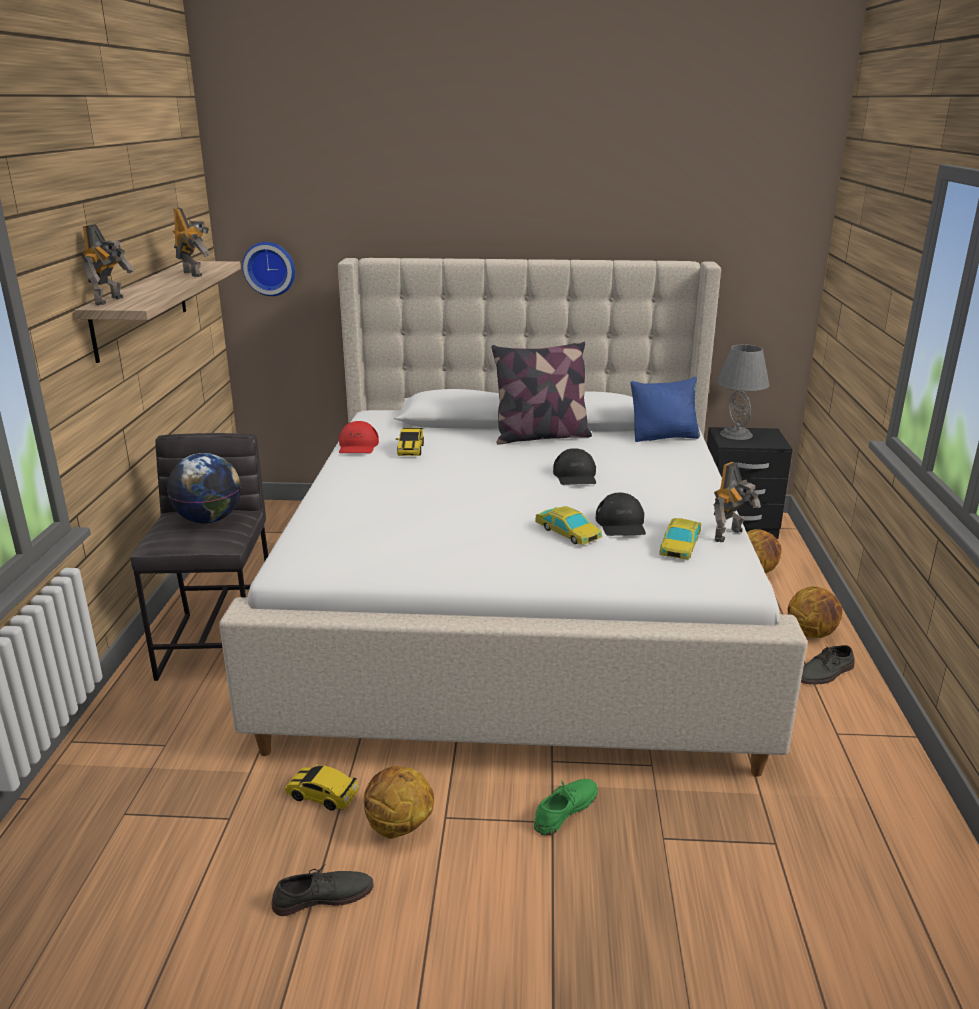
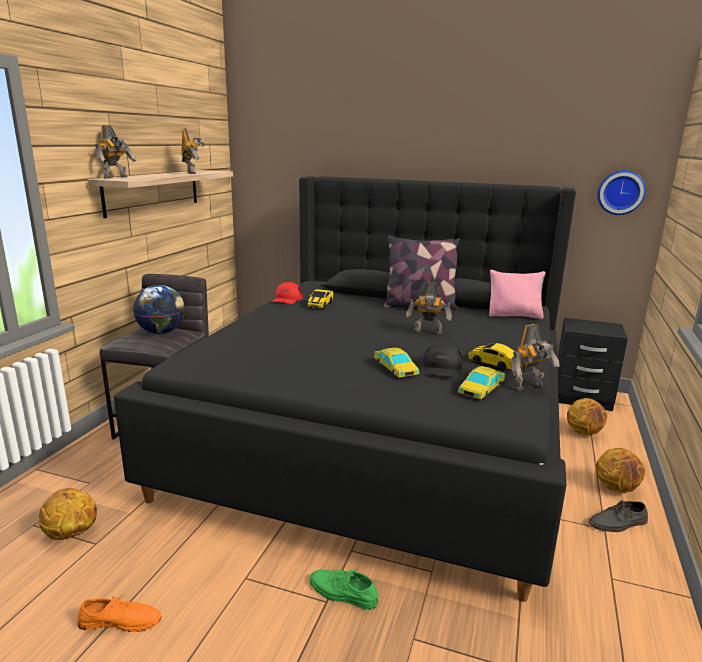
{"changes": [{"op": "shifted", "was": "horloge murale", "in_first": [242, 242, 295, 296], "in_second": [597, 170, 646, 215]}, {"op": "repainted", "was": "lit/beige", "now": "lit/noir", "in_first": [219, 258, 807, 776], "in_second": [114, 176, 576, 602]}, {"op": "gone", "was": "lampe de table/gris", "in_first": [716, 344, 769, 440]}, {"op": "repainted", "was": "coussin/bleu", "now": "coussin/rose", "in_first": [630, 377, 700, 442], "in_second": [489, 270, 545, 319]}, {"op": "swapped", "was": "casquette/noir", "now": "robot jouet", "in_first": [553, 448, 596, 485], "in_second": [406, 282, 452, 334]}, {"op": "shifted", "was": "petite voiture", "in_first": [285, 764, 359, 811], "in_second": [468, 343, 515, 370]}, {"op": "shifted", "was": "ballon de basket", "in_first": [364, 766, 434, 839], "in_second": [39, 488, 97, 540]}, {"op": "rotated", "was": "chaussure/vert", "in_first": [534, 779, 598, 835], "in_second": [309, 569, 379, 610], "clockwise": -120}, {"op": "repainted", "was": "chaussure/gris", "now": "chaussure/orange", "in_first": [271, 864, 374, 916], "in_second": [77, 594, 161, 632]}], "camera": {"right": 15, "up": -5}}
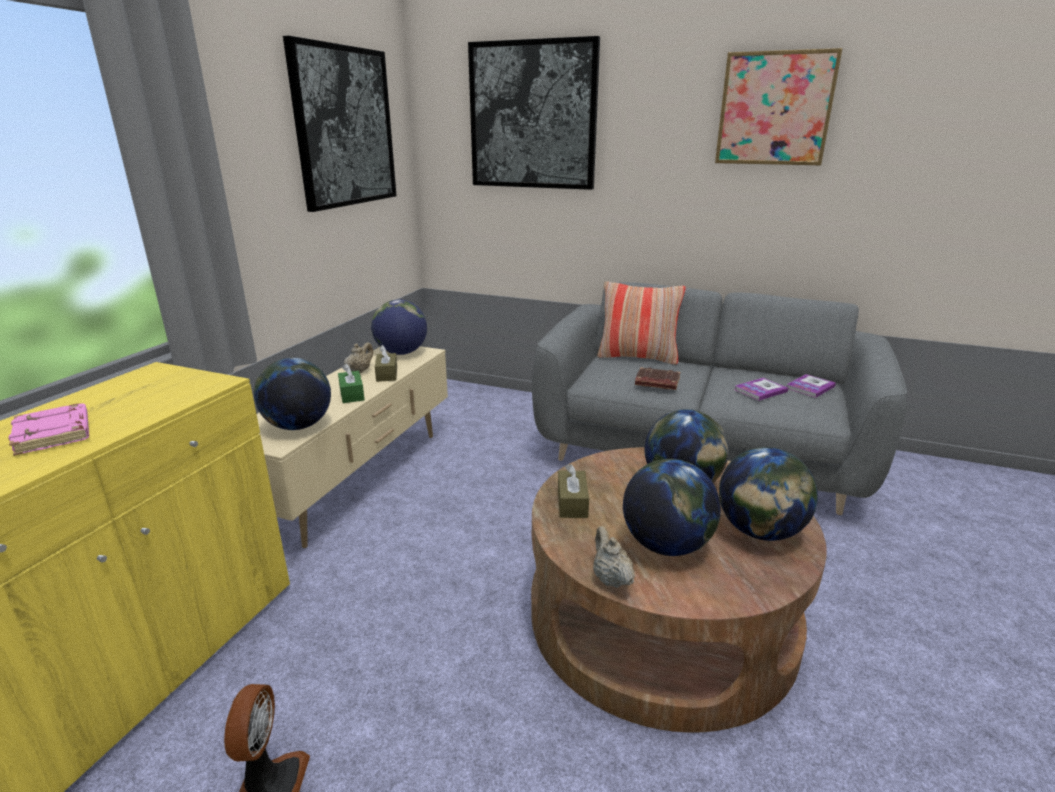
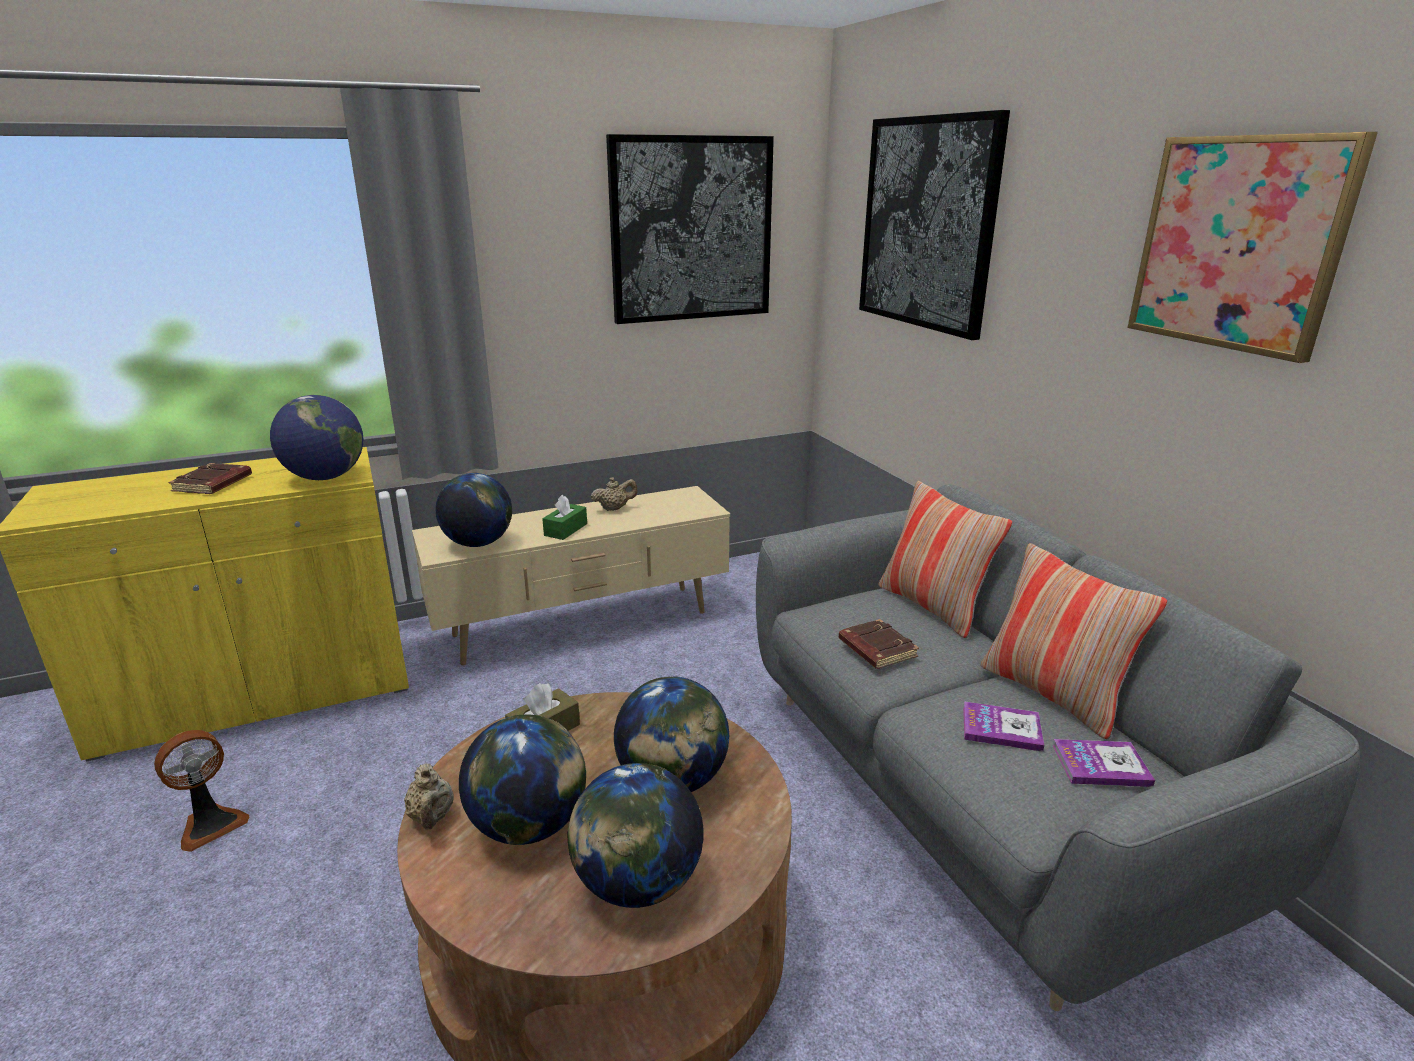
{"changes": [{"op": "shifted", "was": "globe", "in_first": [371, 299, 427, 355], "in_second": [270, 395, 364, 480]}, {"op": "gone", "was": "boîte à mouchoirs/marron", "in_first": [375, 345, 397, 382]}, {"op": "repainted", "was": "livre/rose", "now": "livre/marron", "in_first": [8, 403, 89, 456], "in_second": [168, 463, 252, 494]}, {"op": "rotated", "was": "théière/beige", "in_first": [593, 526, 635, 588], "in_second": [404, 763, 454, 830], "clockwise": 135}, {"op": "new", "now": "coussin", "in_second": [981, 543, 1167, 740]}], "camera": {"right": 45, "up": 0}}
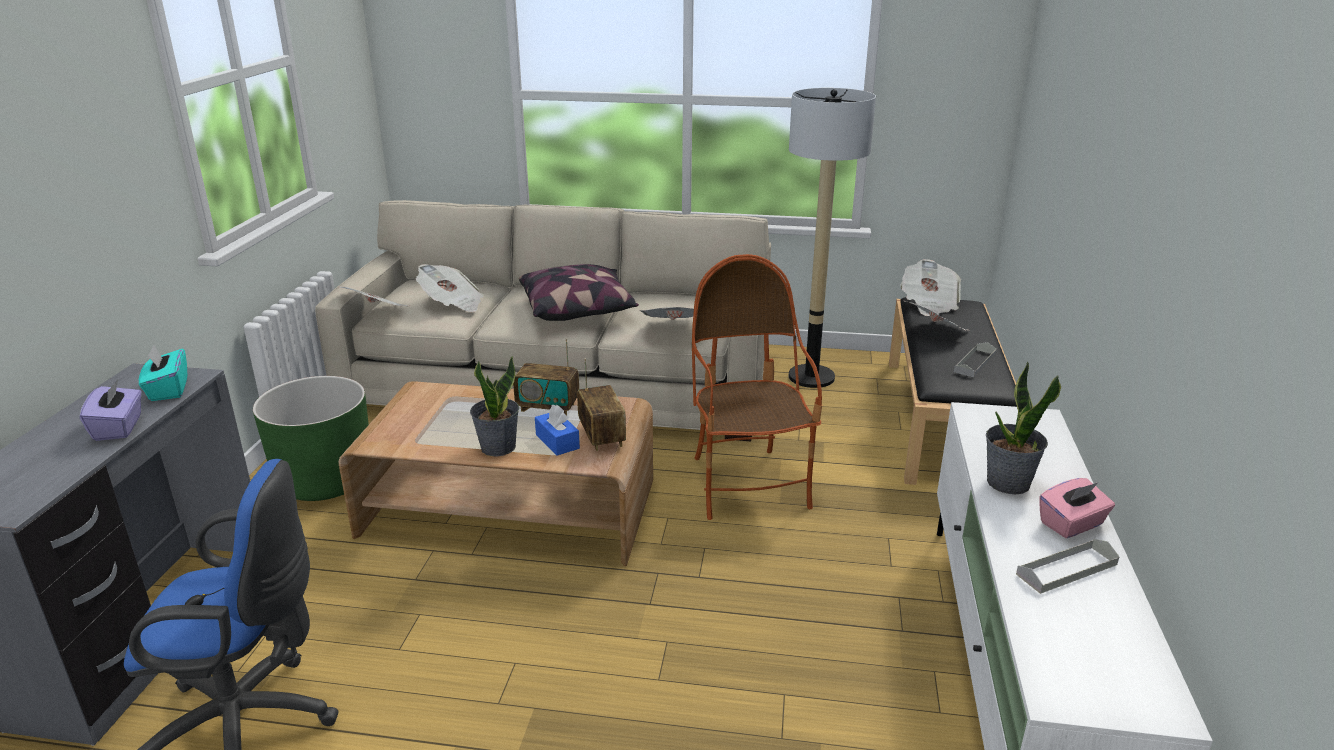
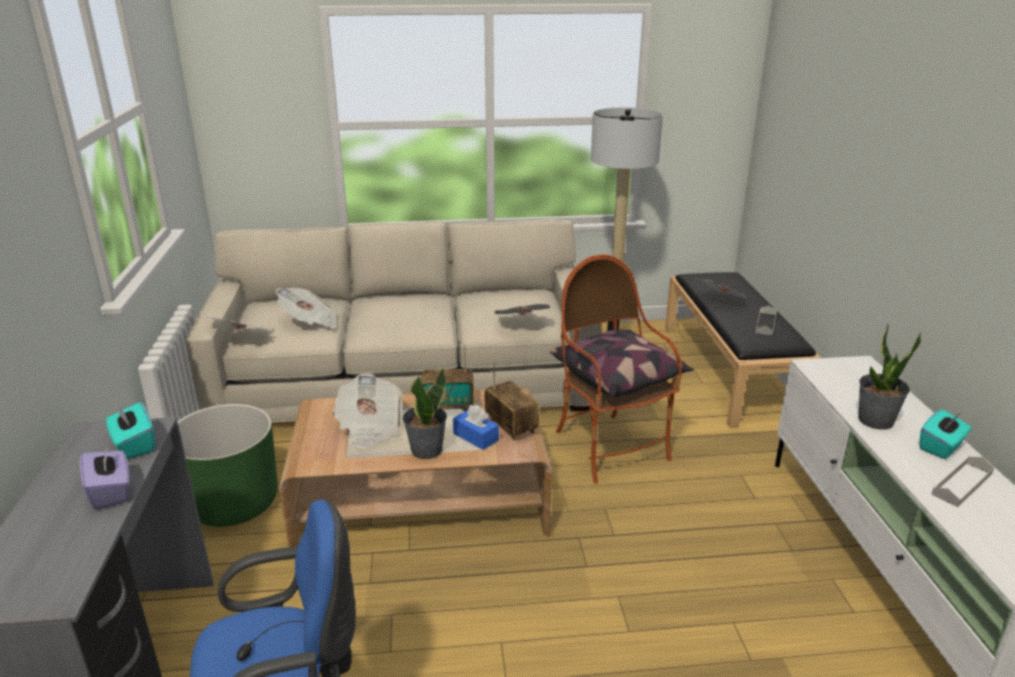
{"changes": [{"op": "shifted", "was": "journal", "in_first": [900, 259, 961, 316], "in_second": [332, 373, 403, 449]}, {"op": "shifted", "was": "coussin", "in_first": [519, 264, 639, 321], "in_second": [550, 329, 694, 397]}, {"op": "repainted", "was": "boîte à mouchoirs/rose", "now": "boîte à mouchoirs/turquoise", "in_first": [1039, 478, 1115, 538], "in_second": [920, 410, 972, 459]}], "camera": {"right": -15, "up": 0}}
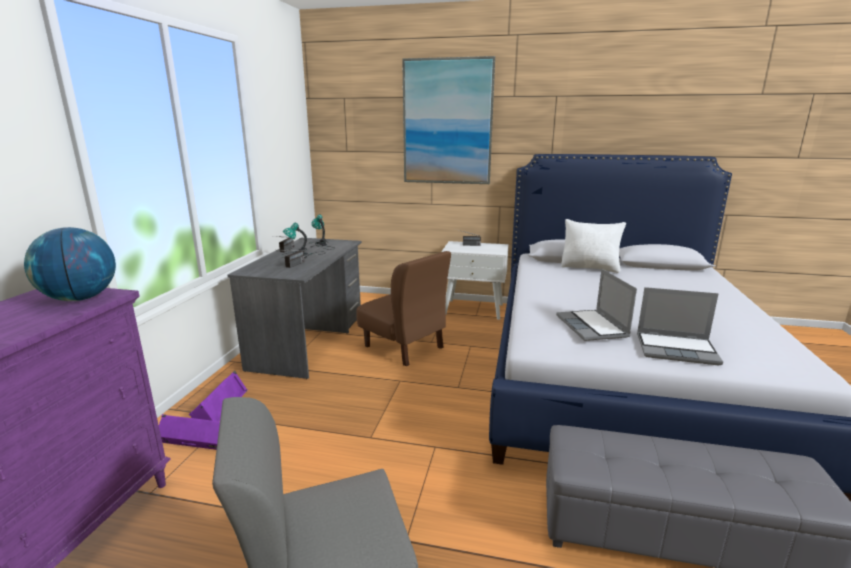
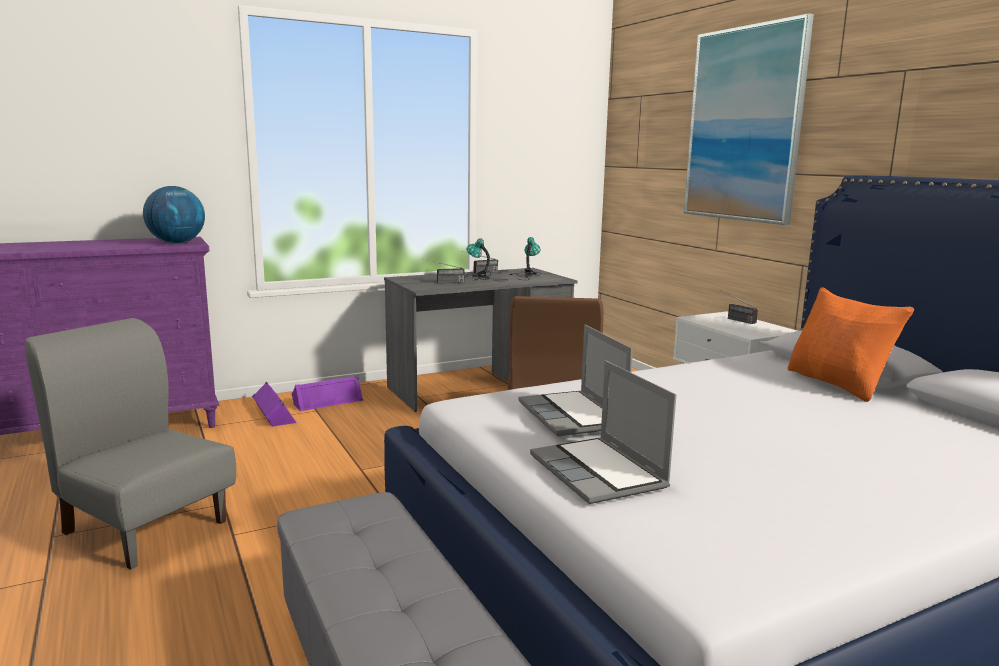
{"changes": [{"op": "repainted", "was": "coussin/blanc", "now": "coussin/orange", "in_first": [561, 219, 626, 273], "in_second": [787, 287, 914, 402]}, {"op": "rotated", "was": "ordinateur portable", "in_first": [556, 269, 637, 341], "in_second": [519, 325, 633, 437], "clockwise": -60}], "camera": {"right": 50, "up": -5}}
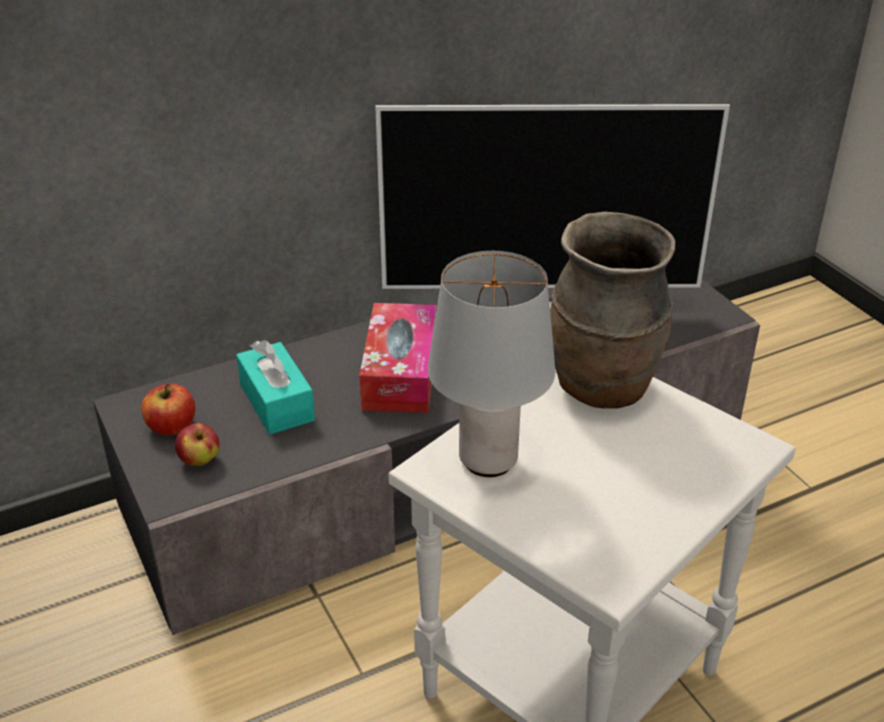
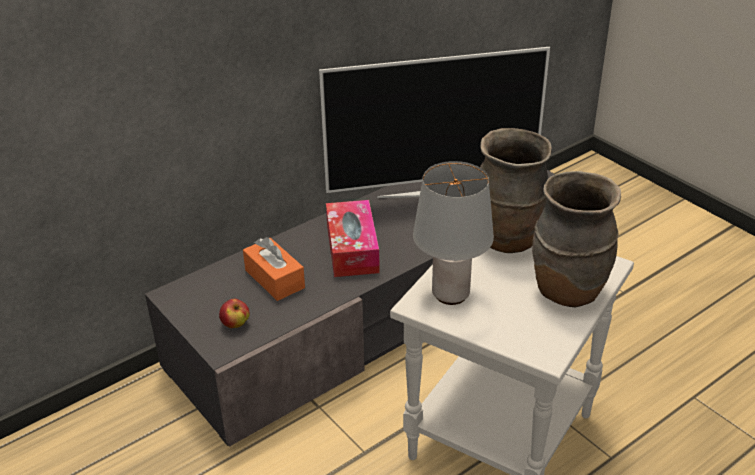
{"changes": [{"op": "repainted", "was": "boîte à mouchoirs/turquoise", "now": "boîte à mouchoirs/orange", "in_first": [236, 340, 315, 434], "in_second": [243, 237, 305, 301]}, {"op": "gone", "was": "pomme", "in_first": [141, 383, 195, 435]}, {"op": "new", "now": "vase/marron", "in_second": [532, 171, 621, 307]}], "camera": {"right": -10, "up": 0}}
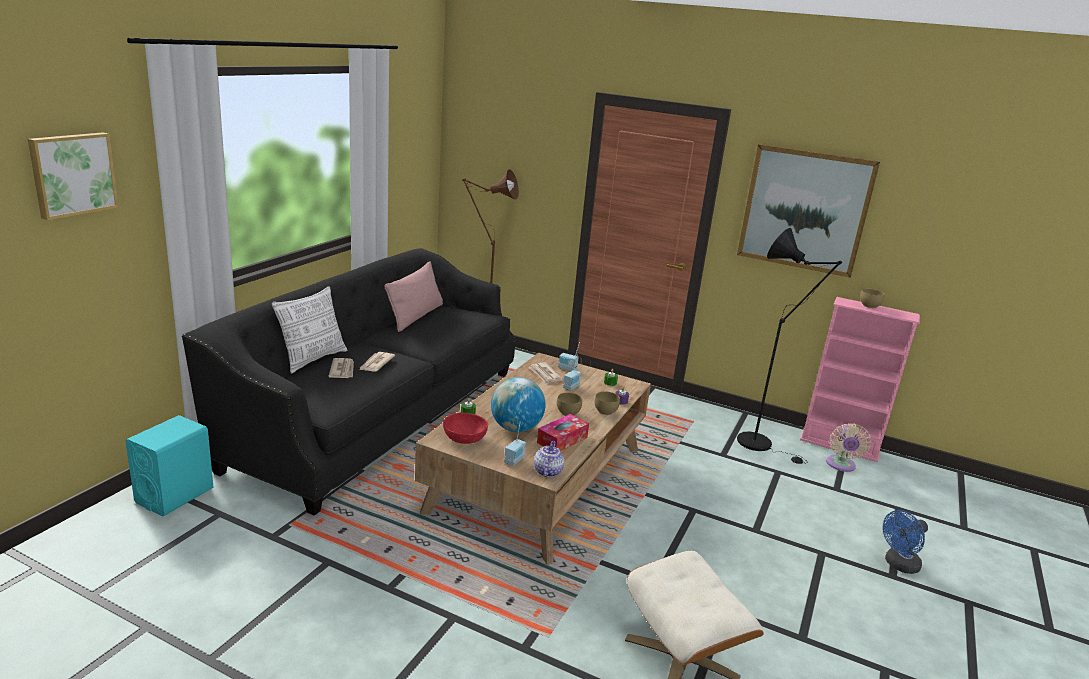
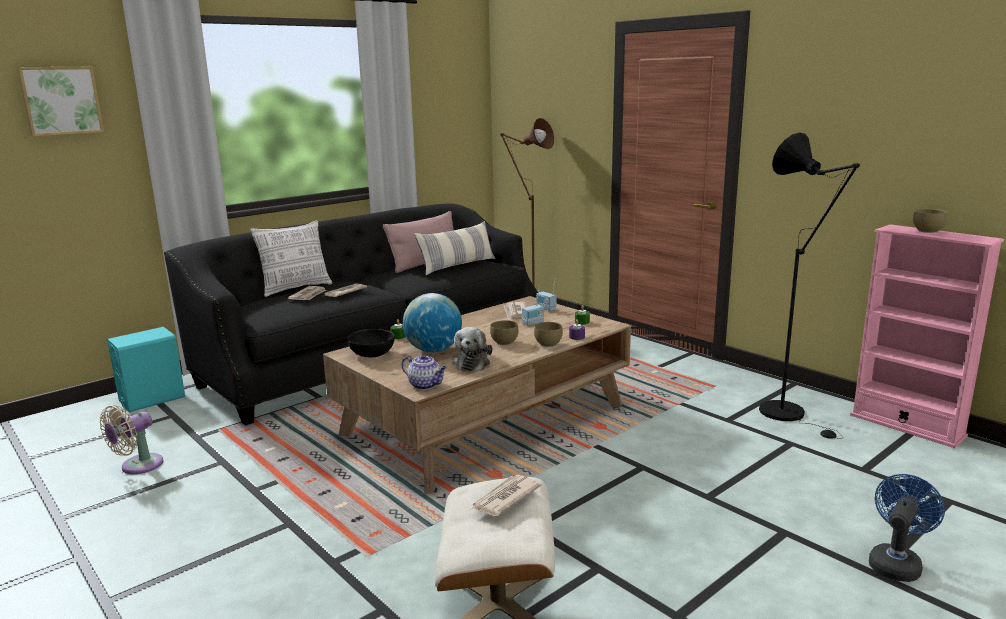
{"changes": [{"op": "gone", "was": "tableau", "in_first": [737, 144, 880, 278]}, {"op": "repainted", "was": "bol/rouge", "now": "bol/noir", "in_first": [443, 413, 488, 444], "in_second": [347, 329, 395, 357]}, {"op": "swapped", "was": "boîte à mouchoirs", "now": "peluche", "in_first": [537, 414, 589, 451], "in_second": [452, 327, 492, 371]}, {"op": "gone", "was": "radio", "in_first": [504, 421, 526, 466]}, {"op": "shifted", "was": "ventilateur/beige", "in_first": [826, 423, 871, 472], "in_second": [99, 405, 163, 474]}, {"op": "rotated", "was": "théière", "in_first": [534, 441, 564, 477], "in_second": [402, 354, 447, 390], "clockwise": 90}, {"op": "rotated", "was": "ventilateur/bleu", "in_first": [883, 510, 928, 574], "in_second": [869, 474, 945, 582], "clockwise": 135}, {"op": "new", "now": "coussin", "in_second": [414, 221, 495, 275]}, {"op": "new", "now": "journal", "in_second": [471, 475, 542, 516]}], "camera": {"right": 25, "up": -5}}
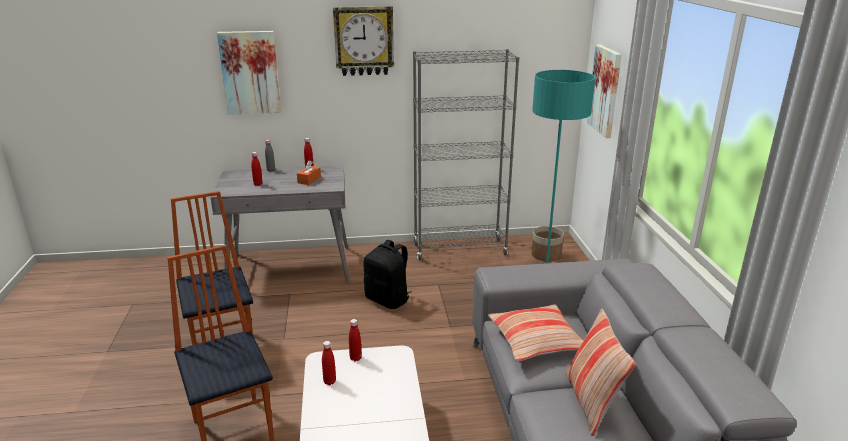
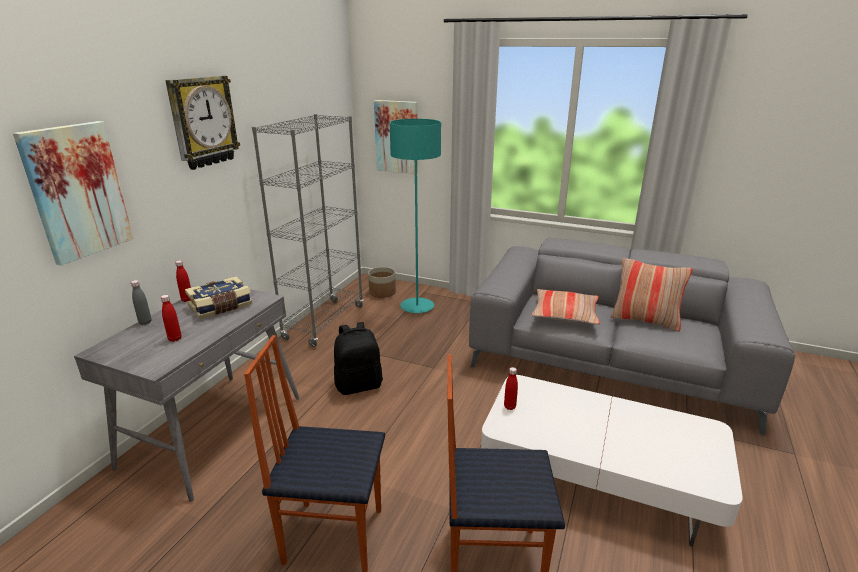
{"changes": [{"op": "swapped", "was": "boîte à mouchoirs/orange", "now": "livre", "in_first": [297, 161, 321, 185], "in_second": [185, 276, 252, 319]}, {"op": "gone", "was": "bouteille/rouge", "in_first": [322, 341, 336, 385]}], "camera": {"right": -60, "up": 0}}
